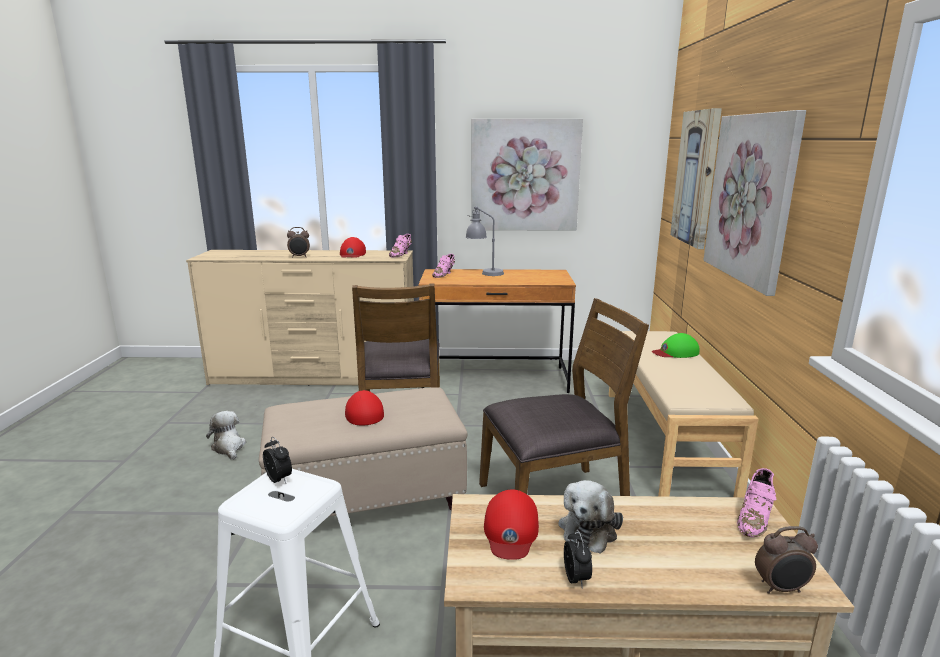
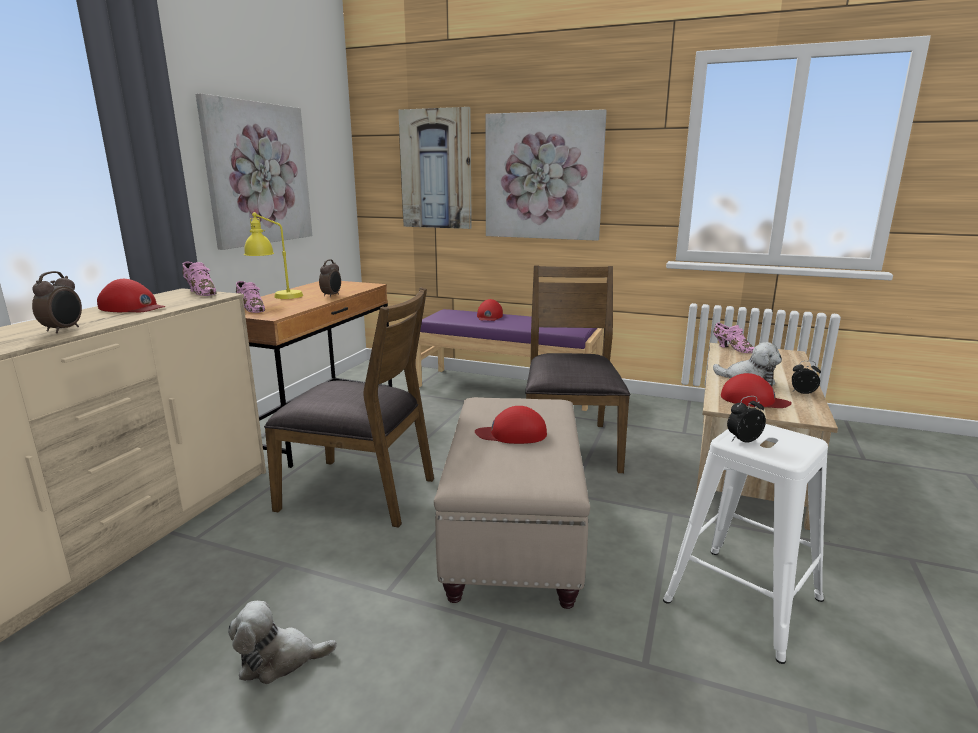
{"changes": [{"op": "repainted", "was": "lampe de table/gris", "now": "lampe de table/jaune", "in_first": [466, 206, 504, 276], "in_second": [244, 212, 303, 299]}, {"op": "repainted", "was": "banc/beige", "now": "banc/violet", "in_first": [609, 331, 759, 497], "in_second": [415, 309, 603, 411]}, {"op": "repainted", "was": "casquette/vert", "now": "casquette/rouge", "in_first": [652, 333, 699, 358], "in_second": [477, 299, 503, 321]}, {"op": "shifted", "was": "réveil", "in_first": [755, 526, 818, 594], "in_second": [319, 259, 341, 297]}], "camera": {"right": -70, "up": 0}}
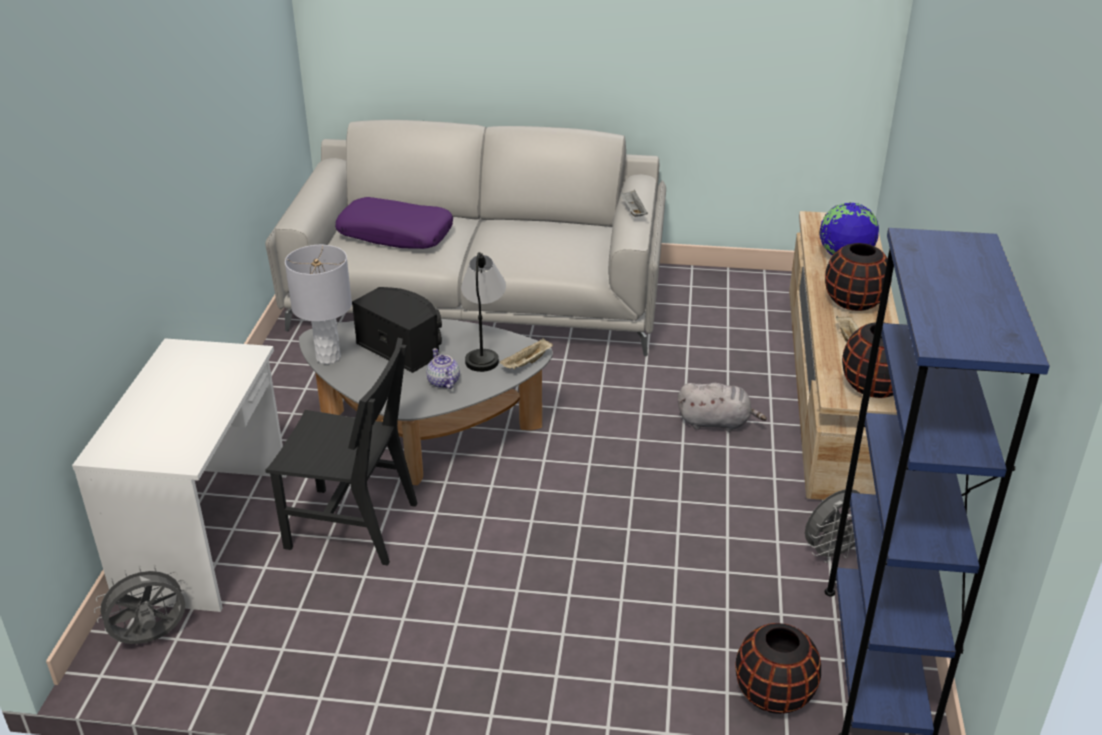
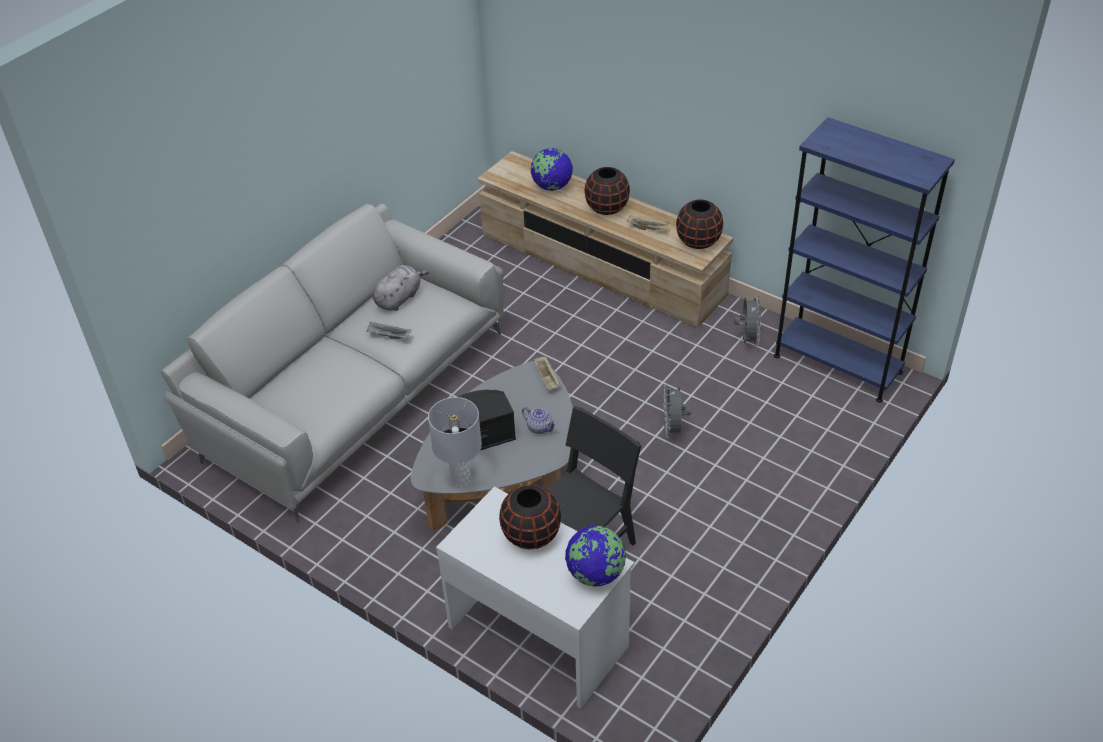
{"changes": [{"op": "shifted", "was": "plateau/gris", "in_first": [620, 190, 648, 217], "in_second": [367, 321, 411, 339]}, {"op": "gone", "was": "coussin/violet", "in_first": [335, 197, 453, 249]}, {"op": "gone", "was": "lampe de table", "in_first": [461, 252, 506, 372]}, {"op": "rotated", "was": "théière", "in_first": [426, 348, 460, 389], "in_second": [522, 407, 557, 434], "clockwise": -150}, {"op": "shifted", "was": "peluche/gris", "in_first": [678, 383, 767, 432], "in_second": [373, 265, 429, 311]}, {"op": "shifted", "was": "ventilateur/gris", "in_first": [94, 564, 187, 644], "in_second": [664, 384, 691, 438]}, {"op": "shifted", "was": "vase/noir", "in_first": [736, 623, 821, 714], "in_second": [499, 485, 561, 549]}, {"op": "new", "now": "globe", "in_second": [565, 525, 626, 586]}], "camera": {"right": -60, "up": 10}}
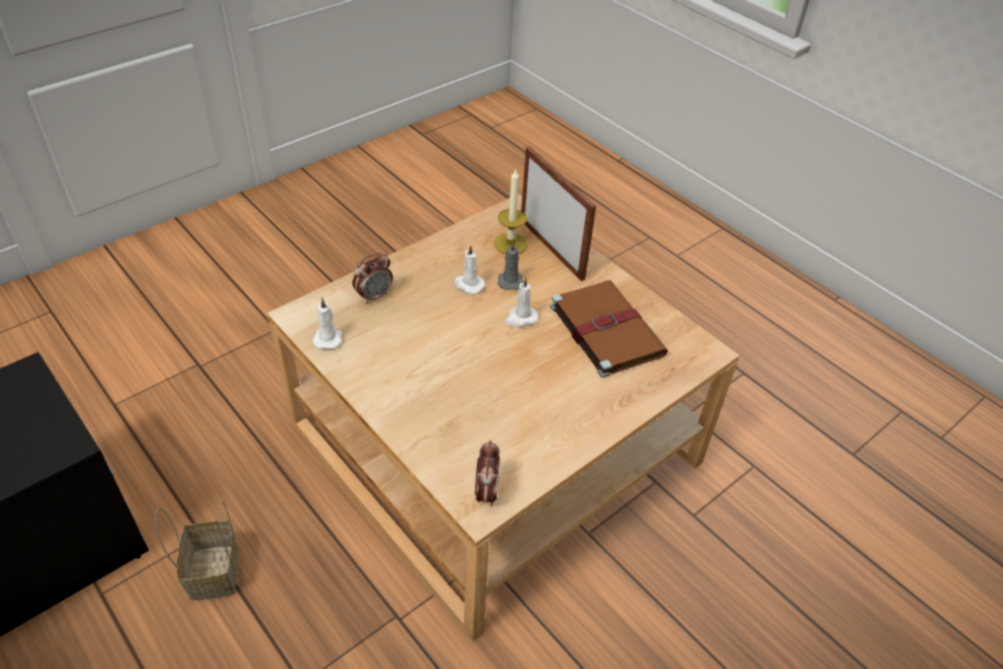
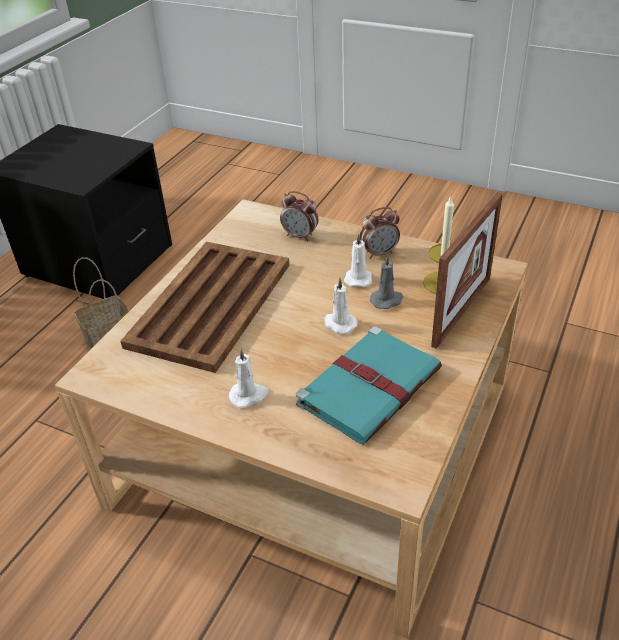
{"changes": [{"op": "repainted", "was": "livre/marron", "now": "livre/turquoise", "in_first": [550, 280, 668, 378], "in_second": [296, 326, 442, 445]}, {"op": "shifted", "was": "bougie/blanc", "in_first": [313, 298, 342, 349], "in_second": [229, 348, 269, 408]}, {"op": "shifted", "was": "réveil", "in_first": [475, 441, 500, 506], "in_second": [360, 207, 400, 259]}, {"op": "new", "now": "plateau/marron", "in_second": [121, 242, 289, 373]}], "camera": {"right": 70, "up": -5}}
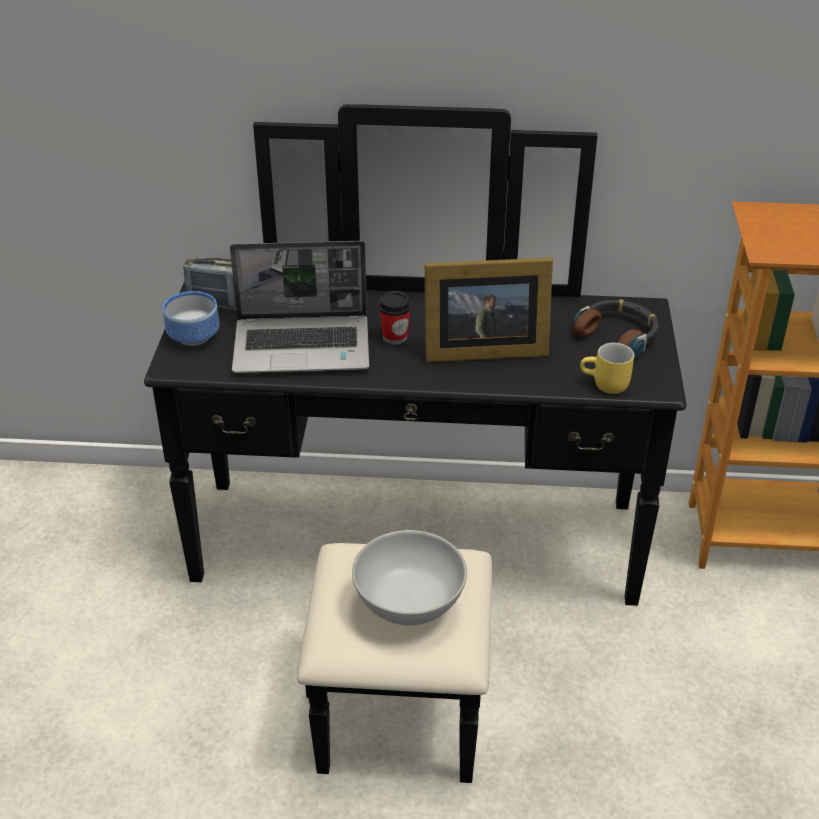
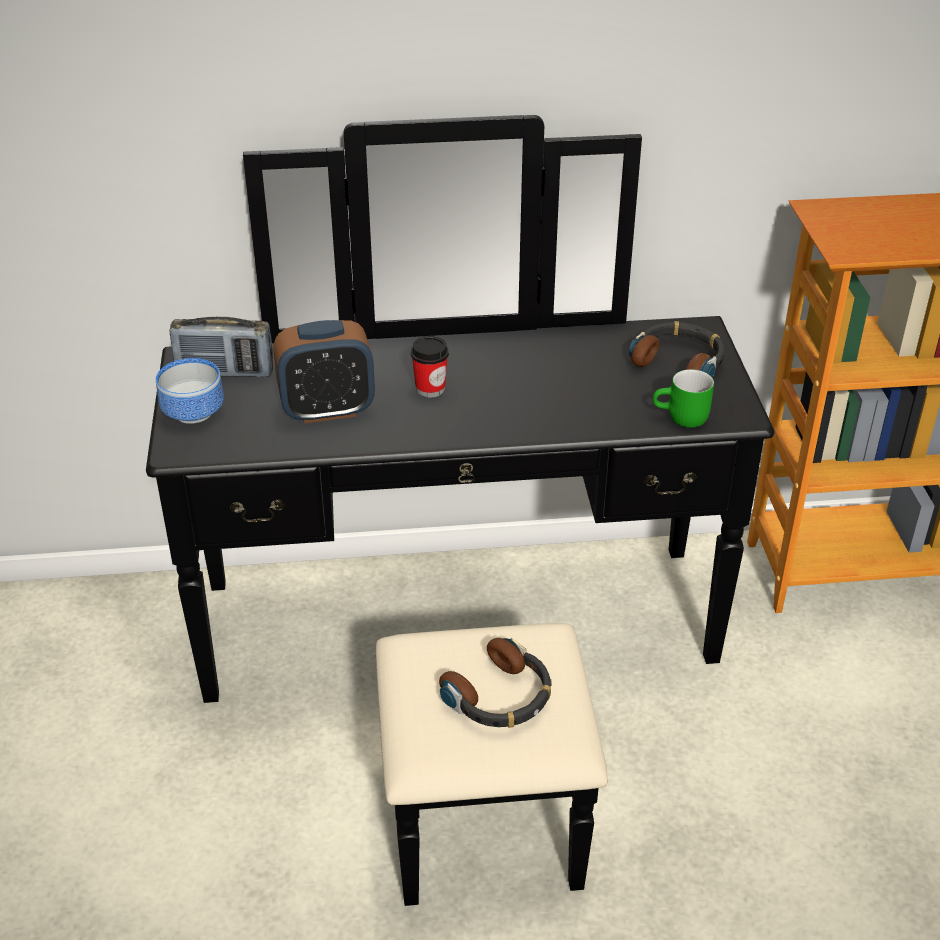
{"changes": [{"op": "swapped", "was": "ordinateur portable", "now": "réveil", "in_first": [230, 241, 369, 373], "in_second": [273, 320, 375, 423]}, {"op": "gone", "was": "cadre photo", "in_first": [425, 257, 553, 362]}, {"op": "repainted", "was": "mug/jaune", "now": "mug/vert", "in_first": [580, 343, 634, 394], "in_second": [653, 369, 714, 428]}, {"op": "swapped", "was": "bol/blanc", "now": "casque audio", "in_first": [352, 530, 467, 626], "in_second": [439, 638, 552, 728]}], "camera": {"right": -10, "up": 0}}
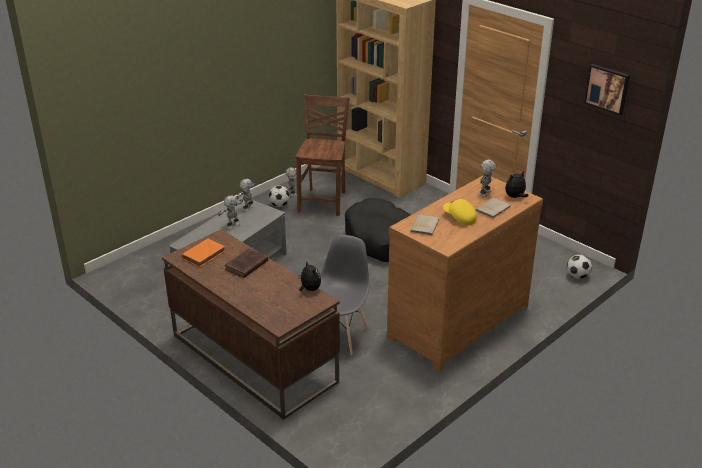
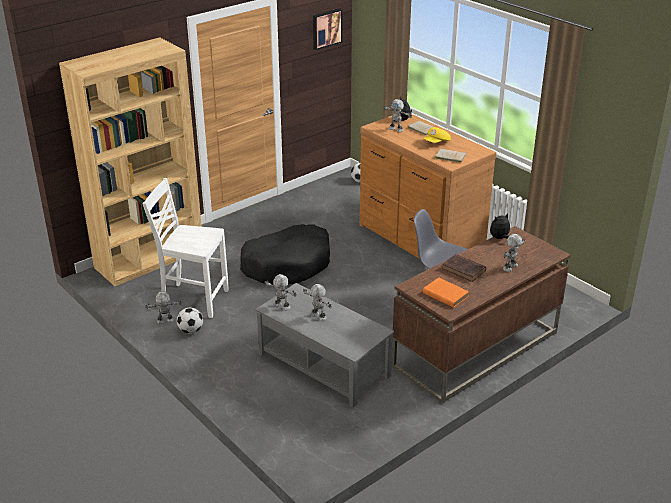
{"changes": [{"op": "repainted", "was": "chaise/marron", "now": "chaise/blanc", "in_first": [295, 94, 350, 216], "in_second": [142, 178, 229, 318]}, {"op": "new", "now": "robot jouet", "in_second": [503, 234, 525, 272]}], "camera": {"right": -85, "up": 0}}
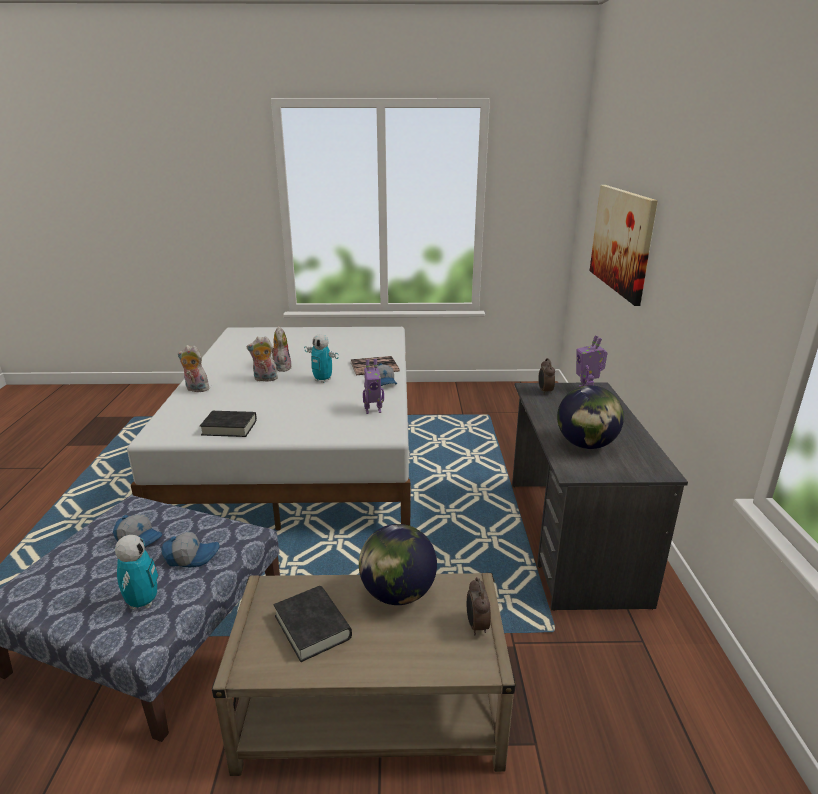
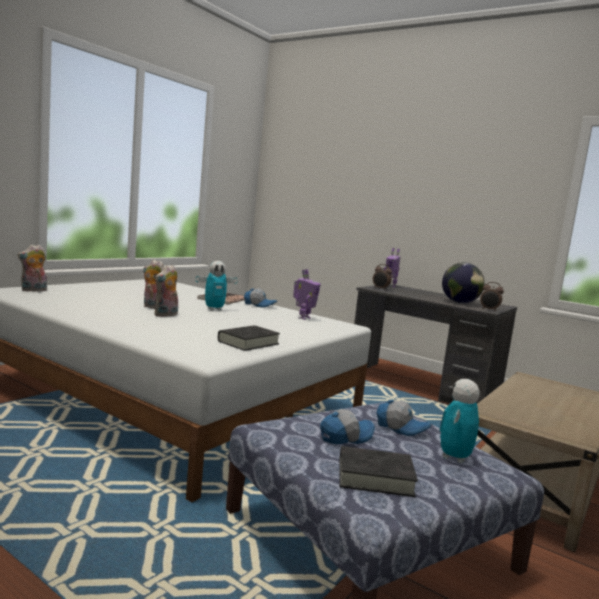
{"changes": [{"op": "gone", "was": "tableau", "in_first": [590, 185, 658, 306]}, {"op": "shifted", "was": "peluche", "in_first": [178, 345, 209, 392], "in_second": [17, 245, 47, 291]}, {"op": "gone", "was": "globe", "in_first": [359, 524, 437, 605]}, {"op": "rotated", "was": "casquette", "in_first": [162, 532, 220, 567], "in_second": [377, 400, 431, 436], "clockwise": 90}, {"op": "rotated", "was": "robot jouet", "in_first": [115, 535, 158, 610], "in_second": [439, 379, 480, 463], "clockwise": -90}, {"op": "shifted", "was": "réveil", "in_first": [467, 577, 491, 635], "in_second": [480, 282, 504, 310]}, {"op": "shifted", "was": "livre/noir", "in_first": [274, 586, 352, 662], "in_second": [339, 446, 418, 497]}], "camera": {"right": -55, "up": -15}}
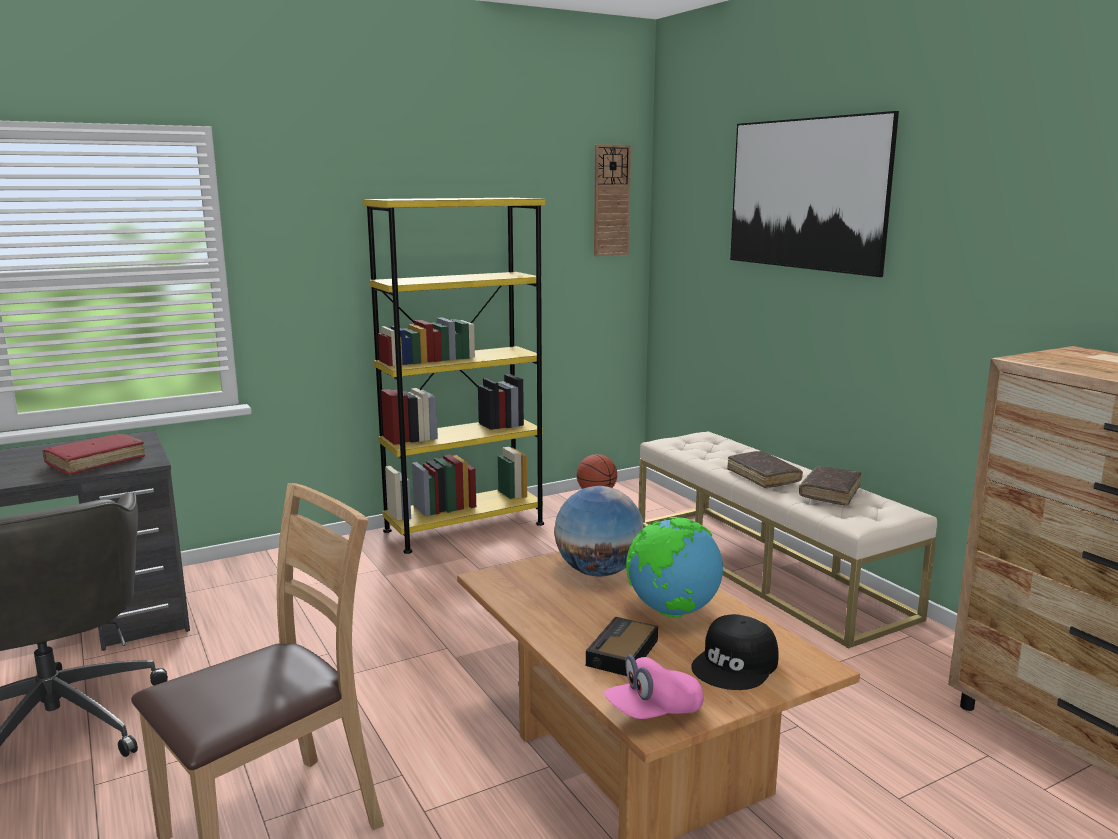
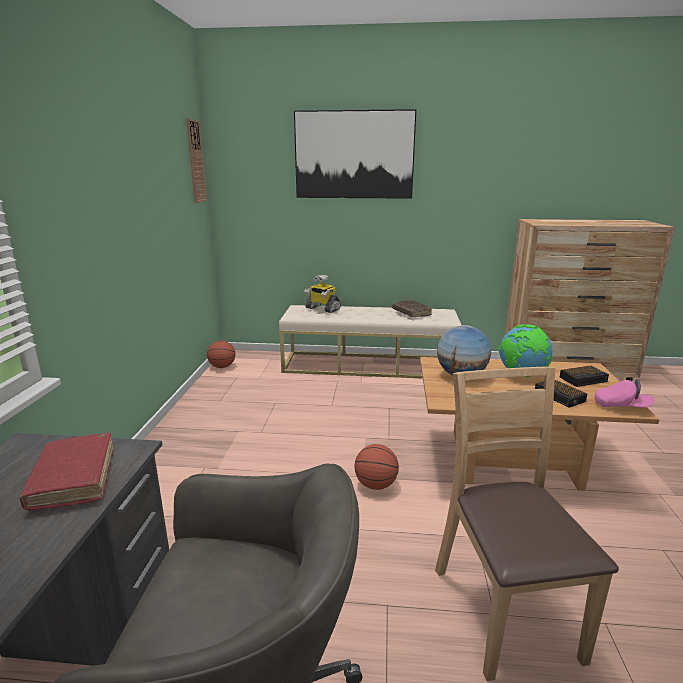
{"changes": [{"op": "gone", "was": "bibliothèque/jaune", "in_first": [363, 198, 545, 554]}, {"op": "gone", "was": "livre/marron", "in_first": [727, 451, 803, 488]}, {"op": "swapped", "was": "casquette/noir", "now": "réveil", "in_first": [691, 614, 779, 690], "in_second": [560, 366, 609, 387]}, {"op": "rotated", "was": "casquette/rose", "in_first": [604, 654, 704, 719], "in_second": [595, 379, 655, 408], "clockwise": -75}, {"op": "new", "now": "robot jouet", "in_second": [304, 275, 341, 313]}, {"op": "new", "now": "ballon de basket", "in_second": [354, 444, 399, 490]}], "camera": {"right": -55, "up": 5}}
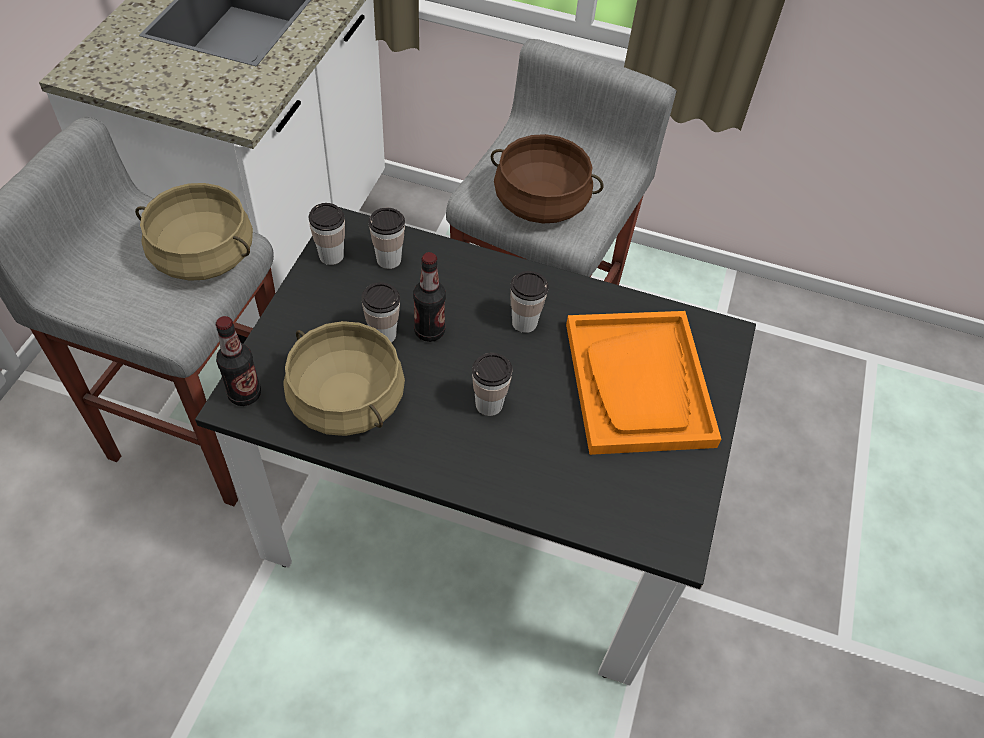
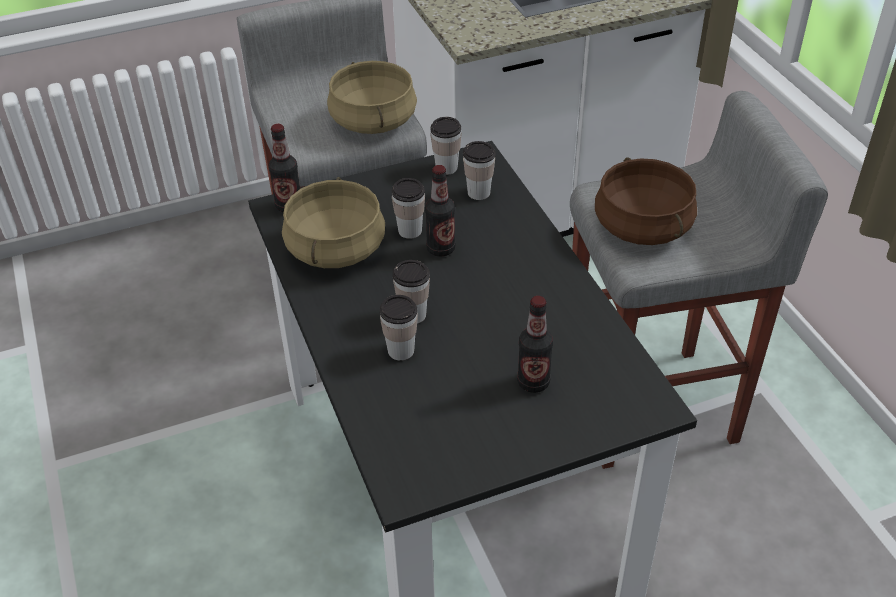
{"changes": [{"op": "shifted", "was": "tasse", "in_first": [510, 271, 549, 333], "in_second": [380, 295, 418, 361]}, {"op": "swapped", "was": "plateau/orange", "now": "bouteille", "in_first": [566, 311, 721, 455], "in_second": [517, 296, 553, 393]}], "camera": {"right": 55, "up": -10}}
